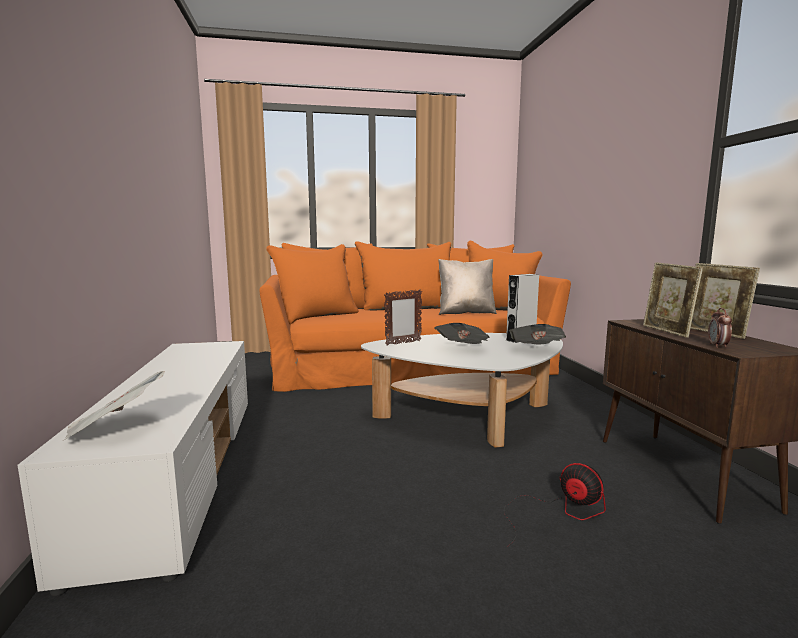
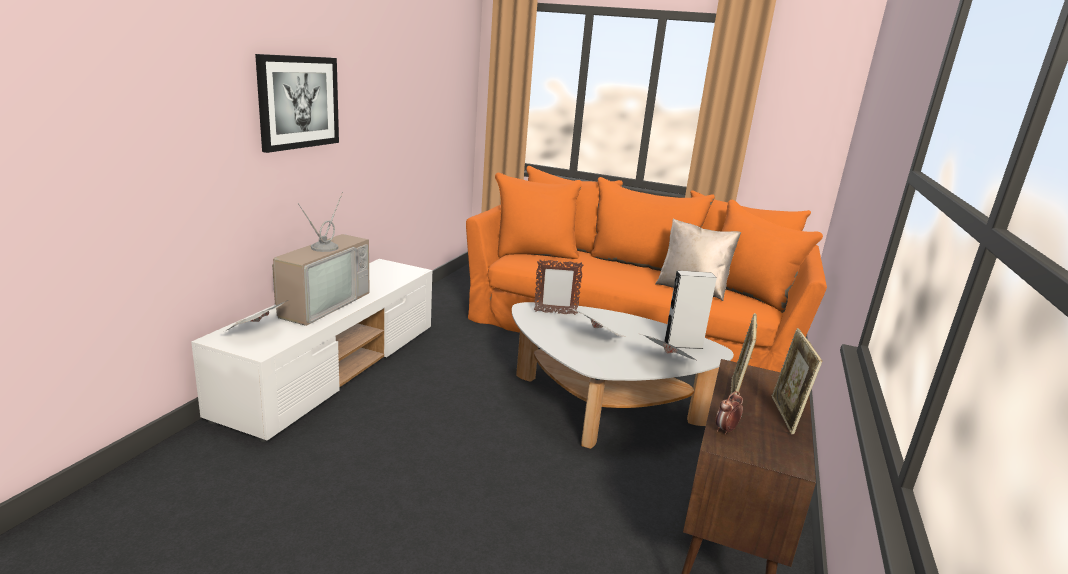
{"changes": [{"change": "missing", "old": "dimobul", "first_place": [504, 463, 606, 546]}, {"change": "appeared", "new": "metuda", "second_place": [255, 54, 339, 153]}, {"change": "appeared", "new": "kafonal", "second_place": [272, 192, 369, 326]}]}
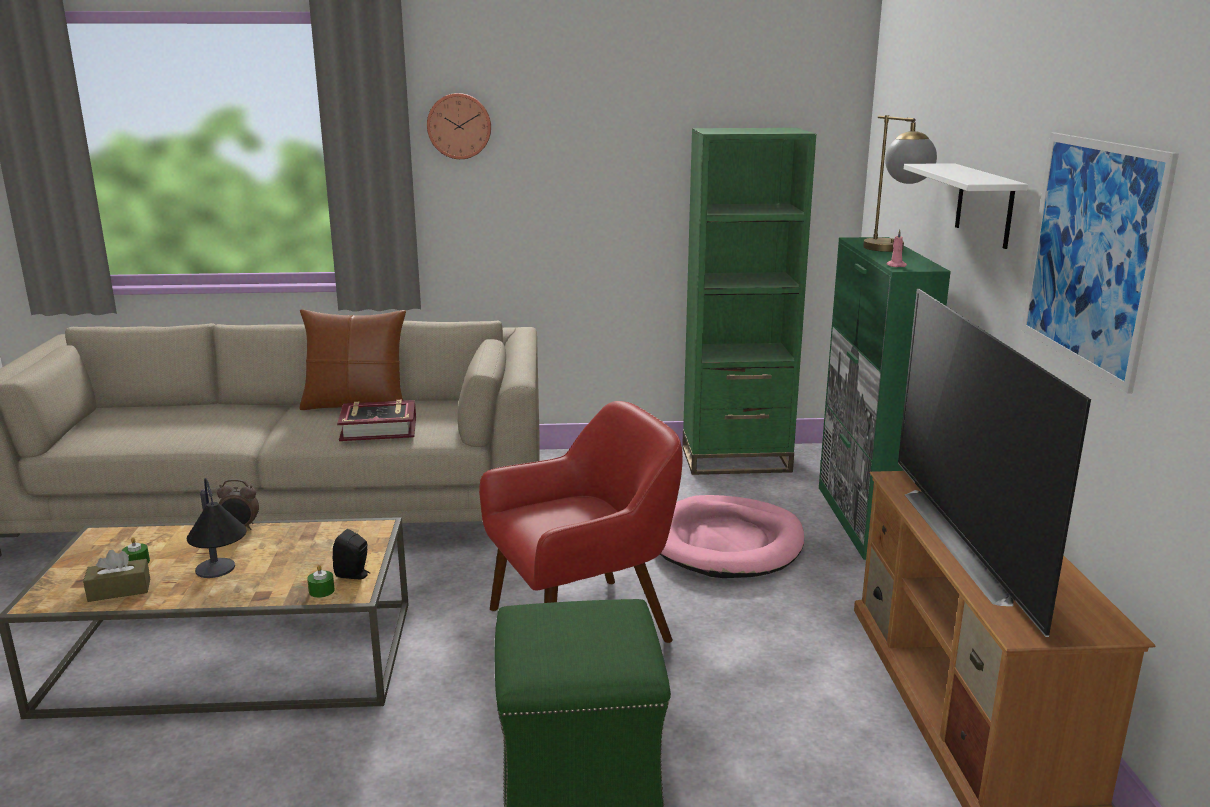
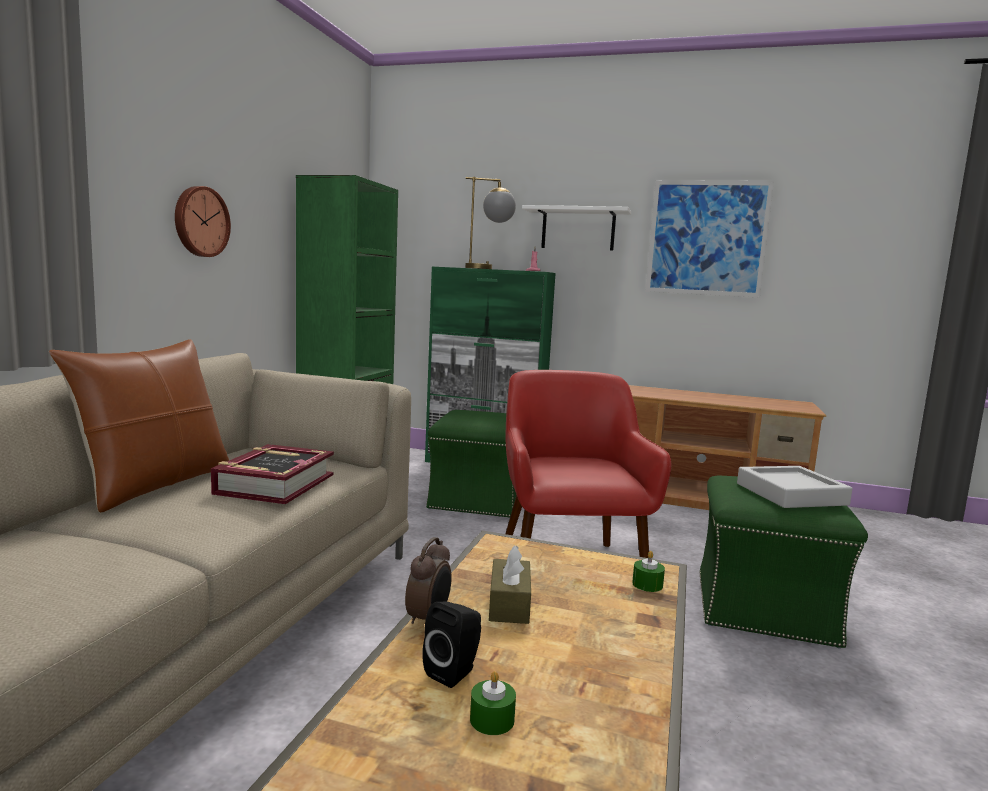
{"changes": [{"change": "relocated", "old": "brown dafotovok", "first_place": [83, 550, 150, 602], "second_place": [489, 546, 531, 624]}, {"change": "missing", "old": "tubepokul", "first_place": [187, 478, 247, 578]}, {"change": "relocated", "old": "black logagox", "first_place": [333, 529, 370, 579], "second_place": [422, 602, 481, 688]}, {"change": "relocated", "old": "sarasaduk", "first_place": [427, 93, 491, 159], "second_place": [175, 186, 231, 257]}, {"change": "exchanged", "old": "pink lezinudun", "new": "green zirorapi", "first_place": [660, 495, 804, 578], "second_place": [426, 410, 516, 518]}, {"change": "missing", "old": "kafonal", "first_place": [898, 289, 1091, 637]}, {"change": "appeared", "new": "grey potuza", "second_place": [737, 466, 852, 508]}]}
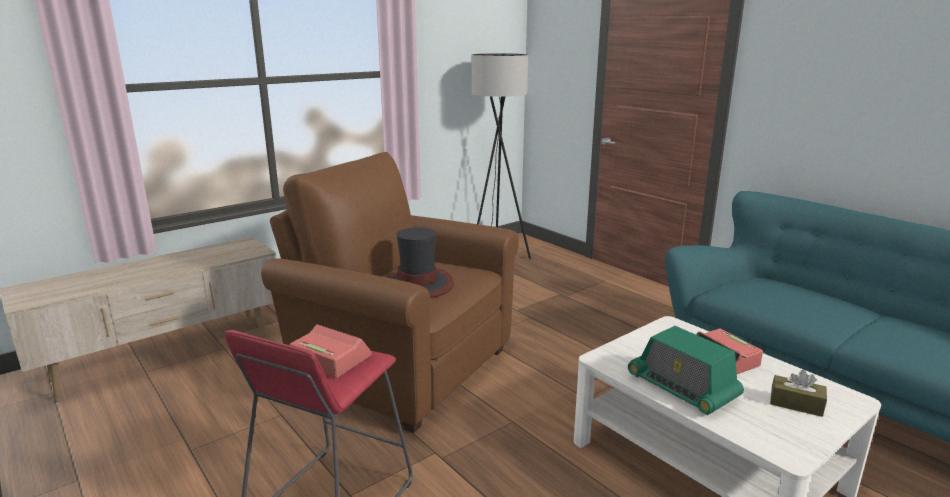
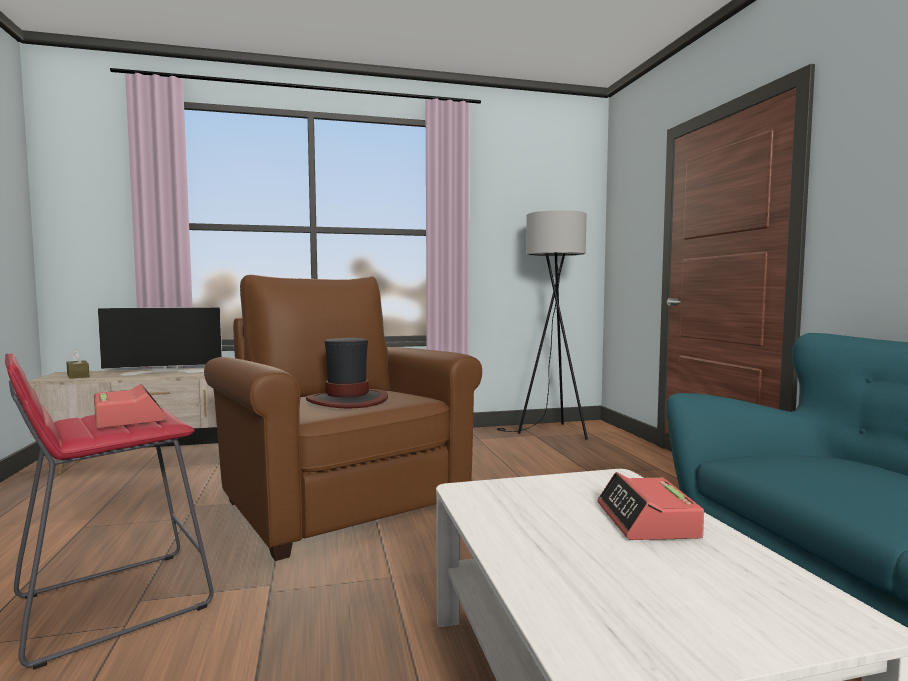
{"changes": [{"change": "missing", "old": "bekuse", "first_place": [628, 326, 744, 415]}, {"change": "relocated", "old": "brown dafotovok", "first_place": [770, 370, 827, 417], "second_place": [66, 350, 89, 379]}, {"change": "appeared", "new": "kafonal", "second_place": [97, 307, 222, 376]}]}
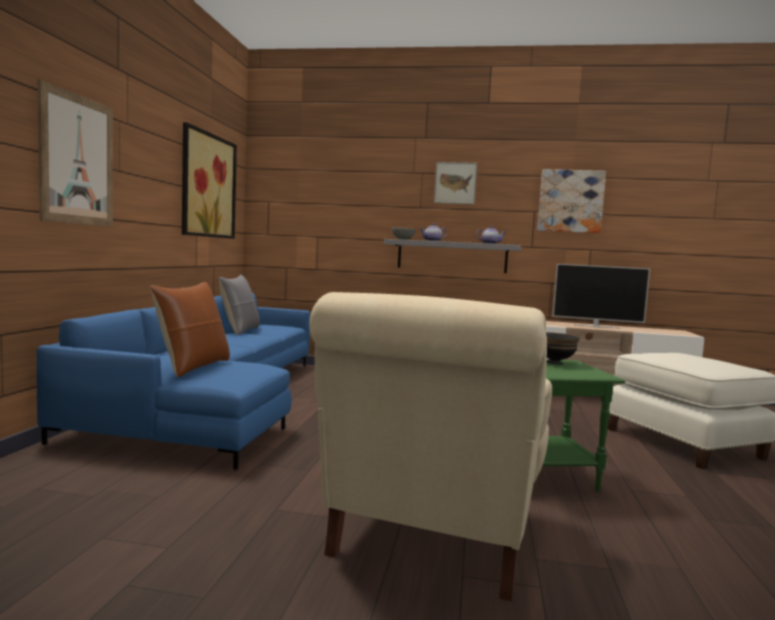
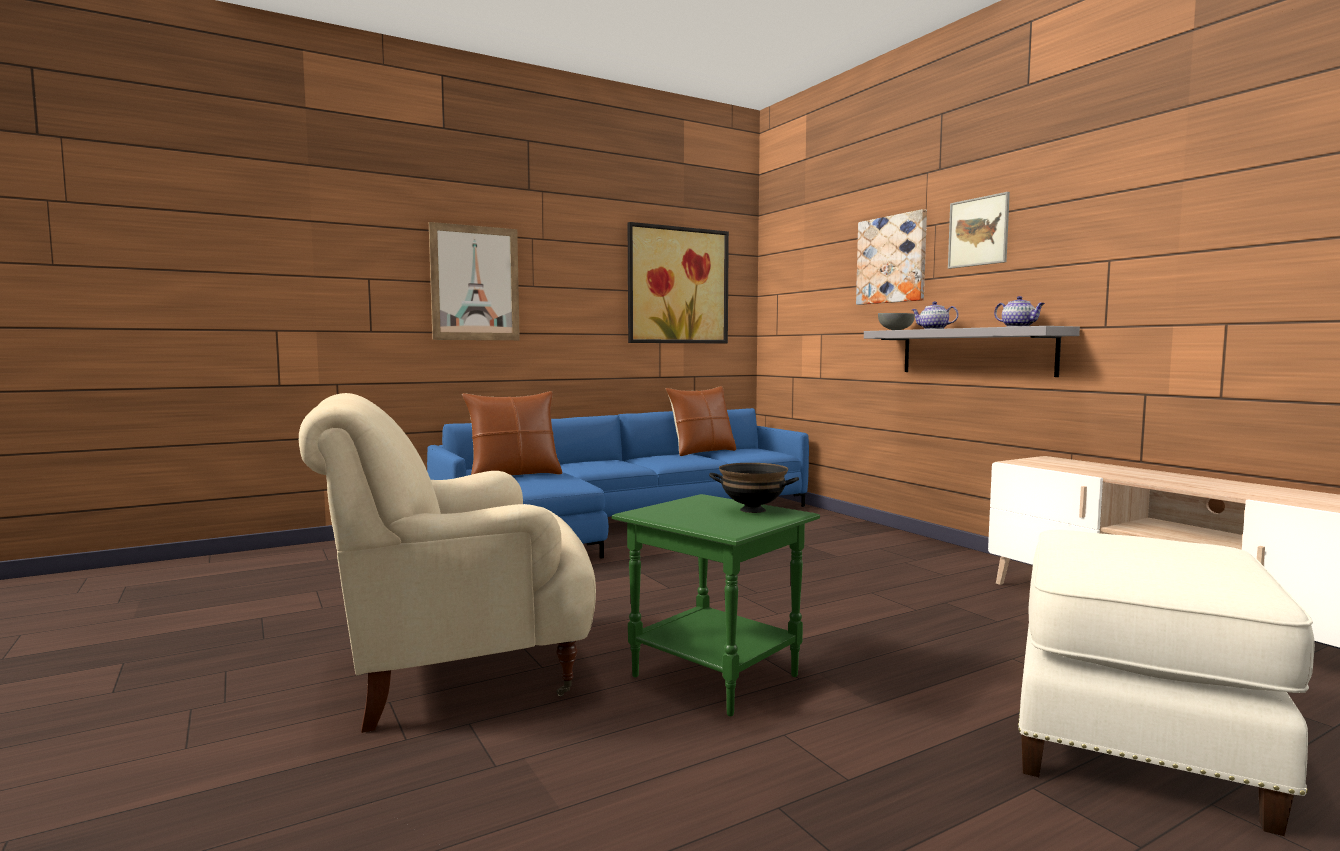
{"changes": [{"change": "colour", "old": "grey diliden", "new": "brown diliden", "first_place": [219, 275, 260, 335], "second_place": [666, 386, 736, 456]}, {"change": "relocated", "old": "metuda", "first_place": [537, 169, 606, 233], "second_place": [856, 209, 927, 305]}, {"change": "missing", "old": "kafonal", "first_place": [553, 264, 650, 329]}]}
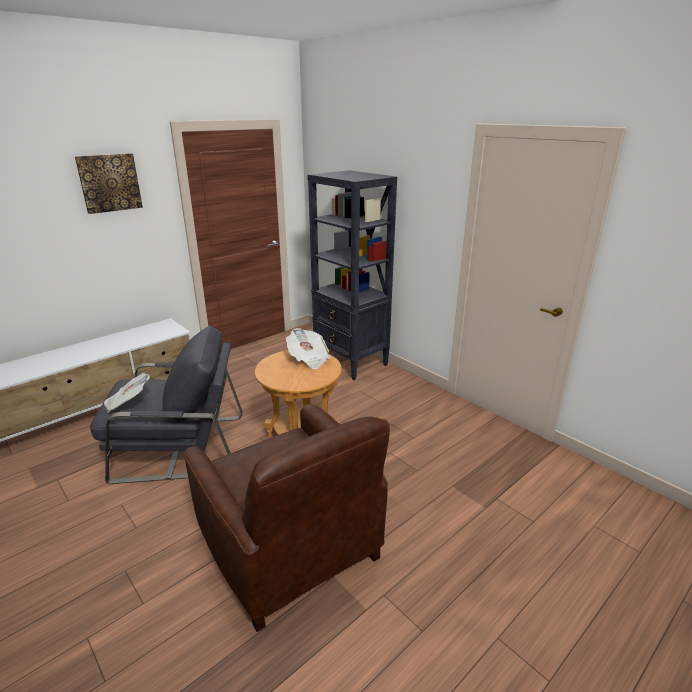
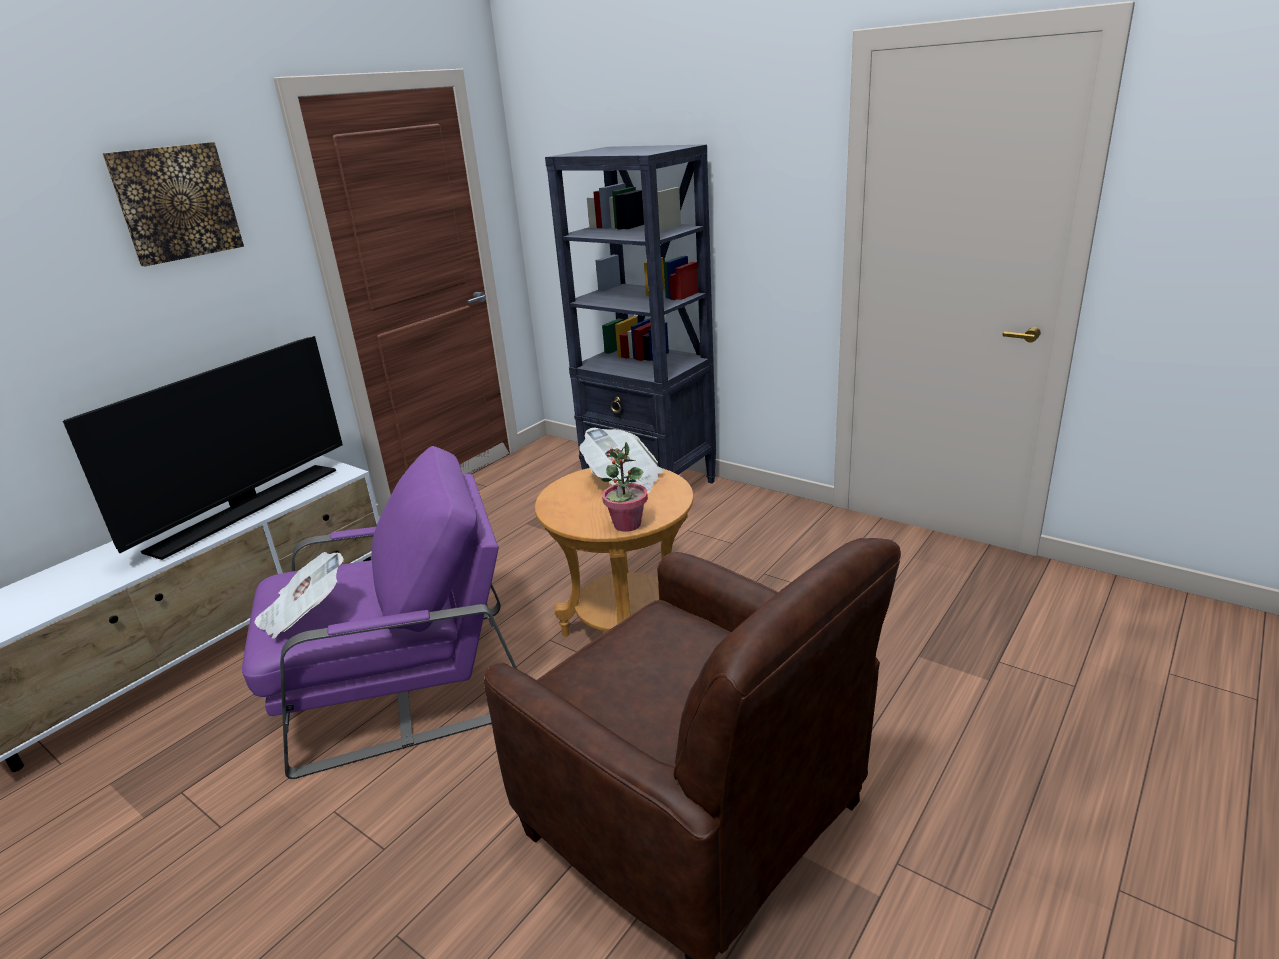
{"changes": [{"change": "colour", "old": "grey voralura", "new": "purple voralura", "first_place": [90, 326, 242, 484], "second_place": [242, 446, 517, 779]}, {"change": "appeared", "new": "kafonal", "second_place": [63, 336, 343, 560]}, {"change": "appeared", "new": "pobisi", "second_place": [601, 442, 648, 532]}]}
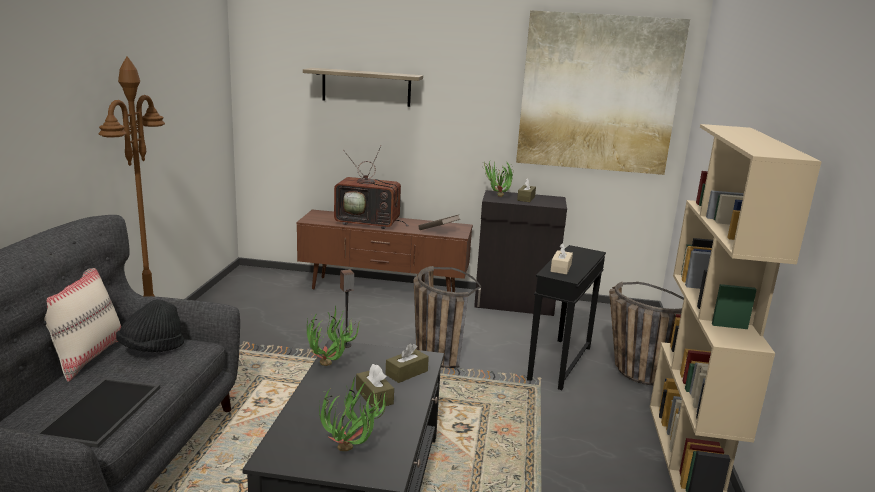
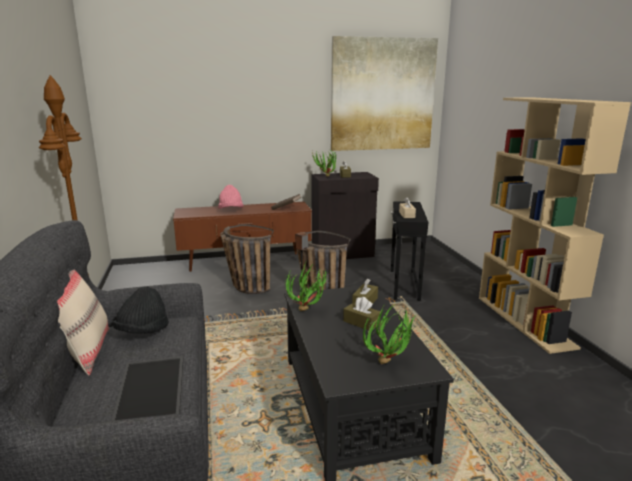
{"changes": [{"change": "missing", "old": "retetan", "first_place": [303, 68, 423, 107]}, {"change": "exchanged", "old": "kafonal", "new": "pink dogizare", "first_place": [334, 145, 409, 229], "second_place": [218, 185, 243, 209]}, {"change": "relocated", "old": "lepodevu", "first_place": [609, 282, 684, 385], "second_place": [220, 224, 274, 294]}]}
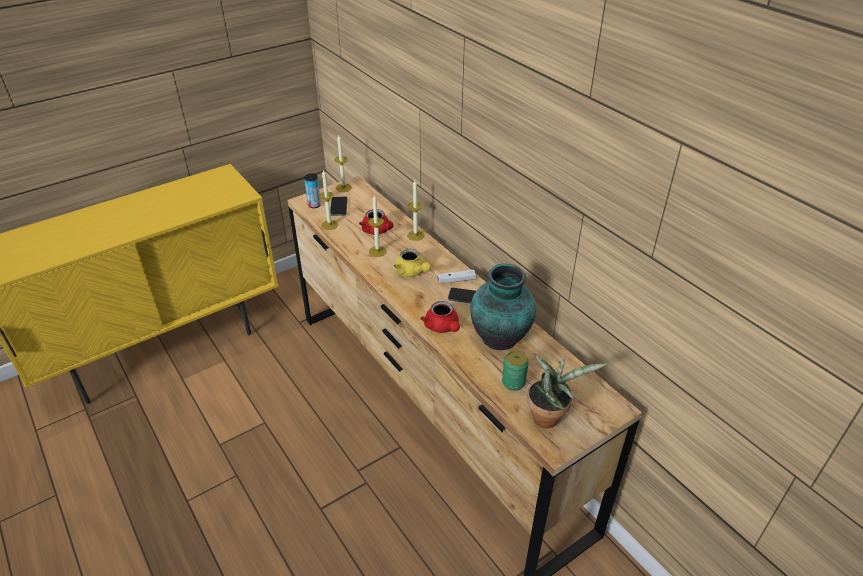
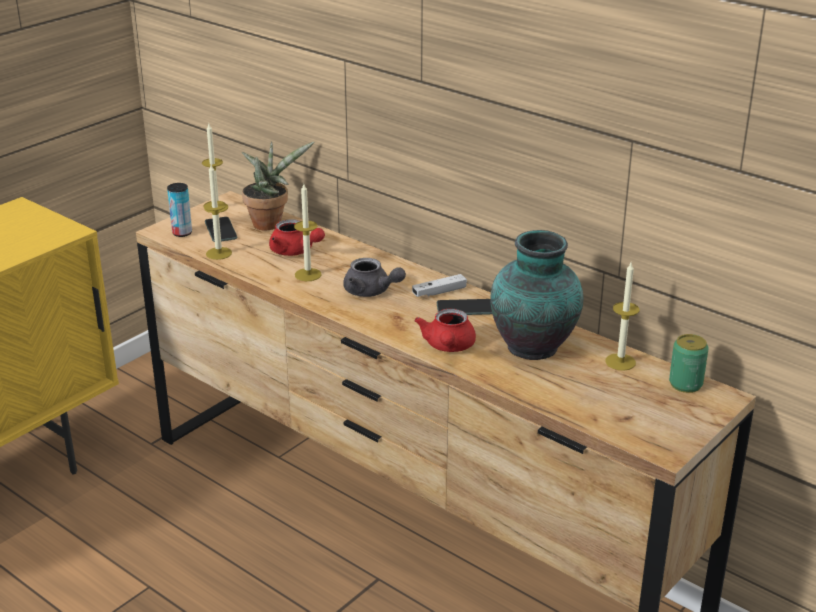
{"changes": [{"change": "colour", "old": "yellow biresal", "new": "grey biresal", "first_place": [393, 249, 431, 277], "second_place": [343, 258, 406, 297]}, {"change": "relocated", "old": "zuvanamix", "first_place": [407, 180, 424, 241], "second_place": [605, 263, 639, 371]}, {"change": "spun", "old": "red biresal", "first_place": [421, 301, 460, 333], "second_place": [415, 309, 476, 352], "degrees": 45}, {"change": "relocated", "old": "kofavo", "first_place": [502, 350, 529, 391], "second_place": [669, 334, 709, 393]}, {"change": "relocated", "old": "pobisi", "first_place": [527, 353, 607, 429], "second_place": [242, 141, 314, 231]}]}
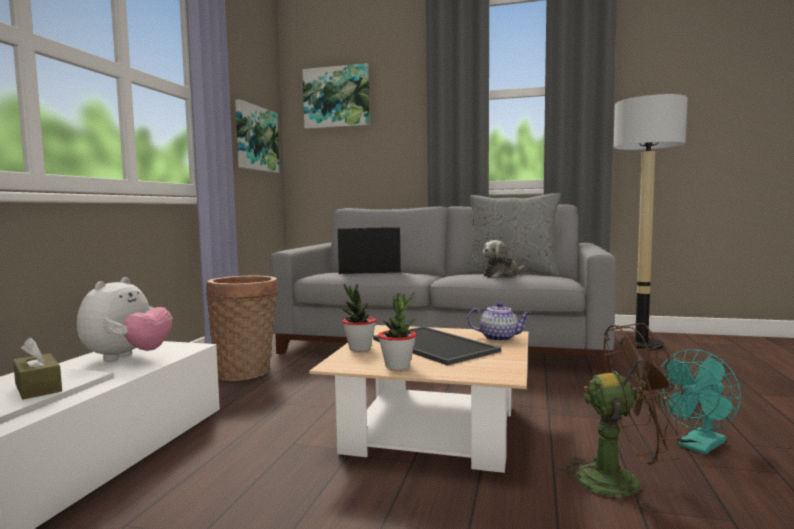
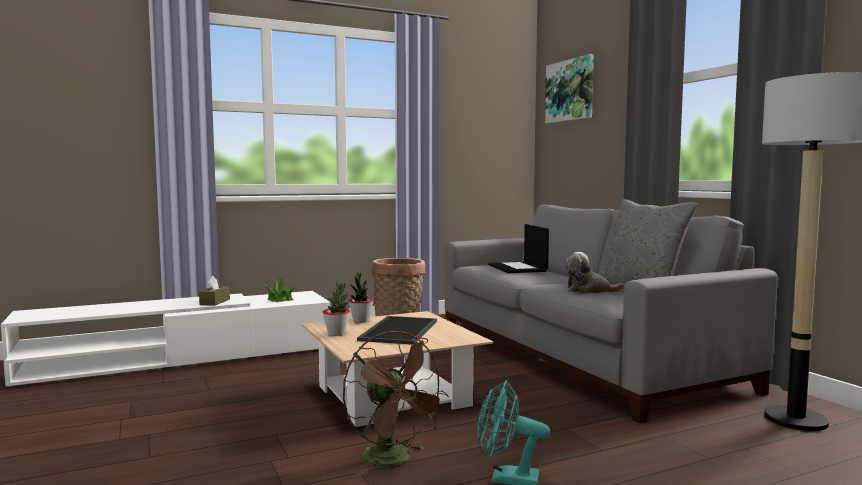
{"changes": [{"change": "exchanged", "old": "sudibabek", "new": "pobisi", "first_place": [77, 277, 173, 362], "second_place": [260, 276, 297, 302]}, {"change": "missing", "old": "metuda", "first_place": [235, 99, 280, 173]}, {"change": "spun", "old": "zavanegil", "first_place": [338, 227, 401, 274], "second_place": [488, 224, 549, 273], "degrees": -150}, {"change": "missing", "old": "biresal", "first_place": [468, 302, 531, 341]}]}
